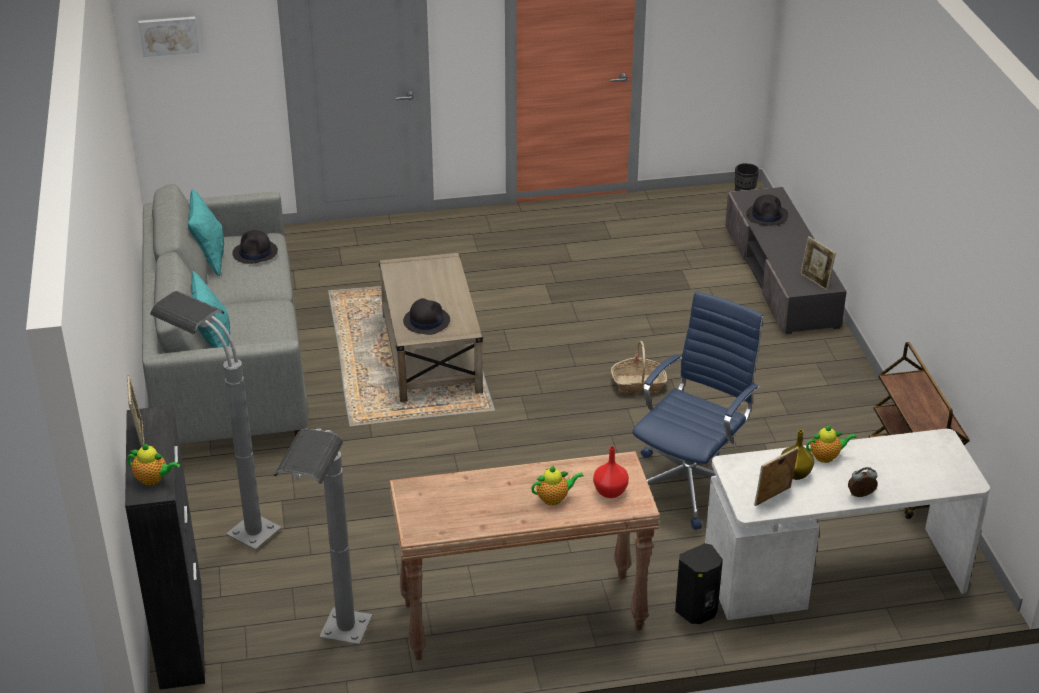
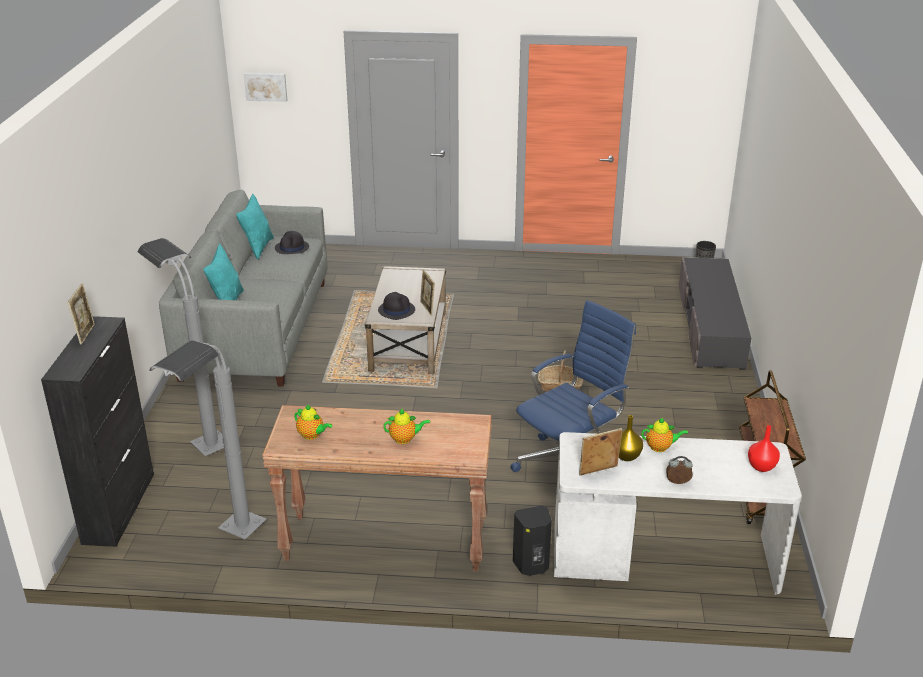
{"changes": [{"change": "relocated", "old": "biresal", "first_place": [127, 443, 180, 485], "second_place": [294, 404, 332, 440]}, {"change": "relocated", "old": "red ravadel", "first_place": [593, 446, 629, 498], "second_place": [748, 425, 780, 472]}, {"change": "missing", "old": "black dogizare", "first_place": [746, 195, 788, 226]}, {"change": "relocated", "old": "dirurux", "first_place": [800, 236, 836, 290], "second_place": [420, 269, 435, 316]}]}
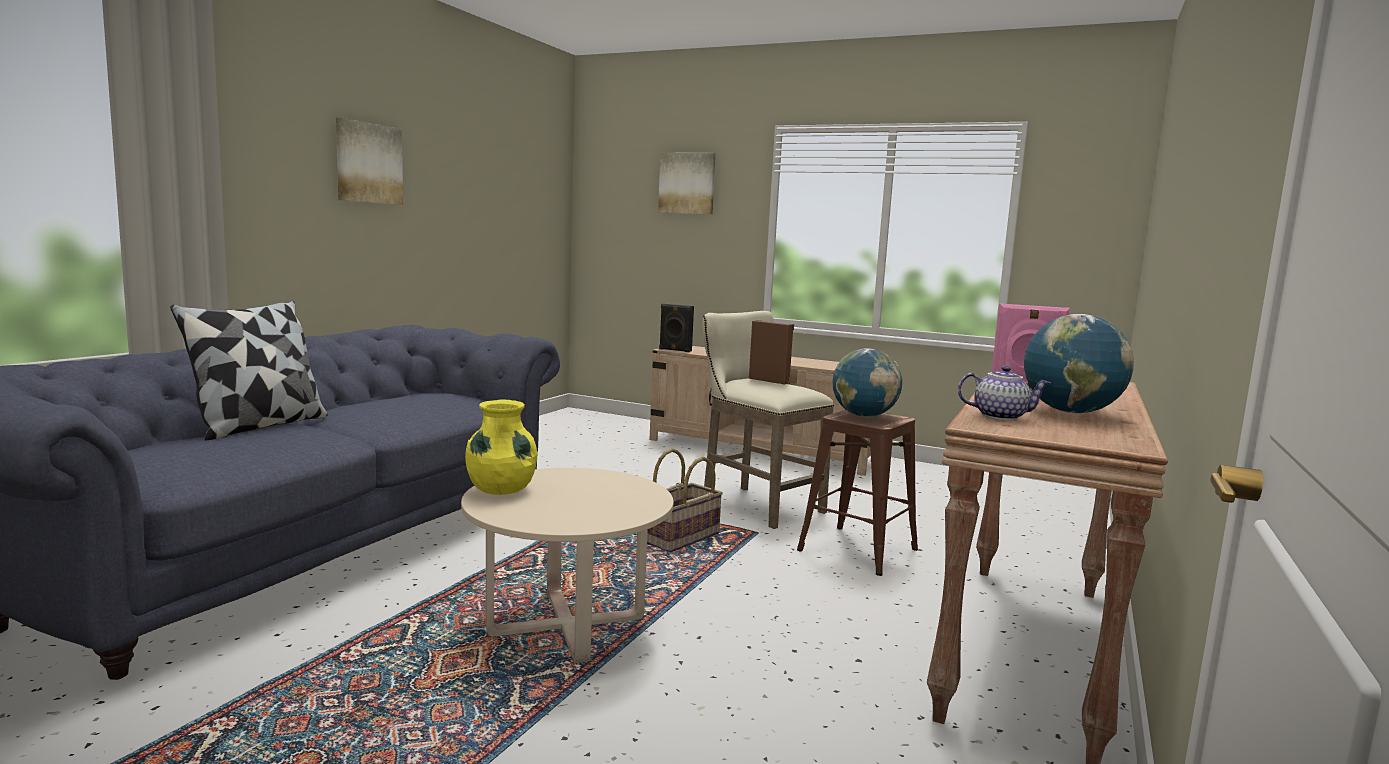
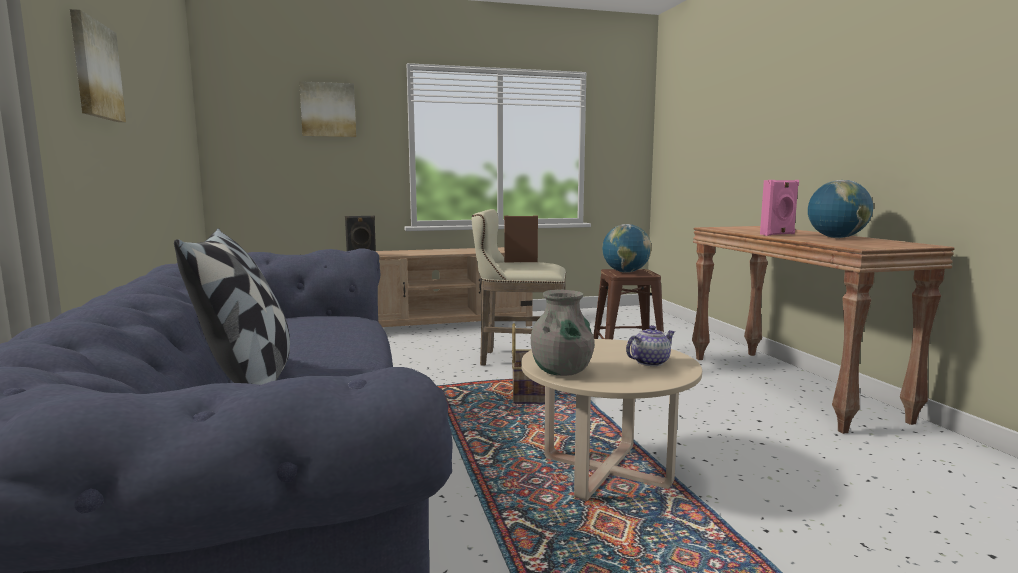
{"changes": [{"change": "colour", "old": "yellow ravadel", "new": "grey ravadel", "first_place": [465, 400, 537, 495], "second_place": [531, 290, 595, 376]}, {"change": "relocated", "old": "biresal", "first_place": [958, 366, 1050, 420], "second_place": [626, 325, 675, 366]}]}
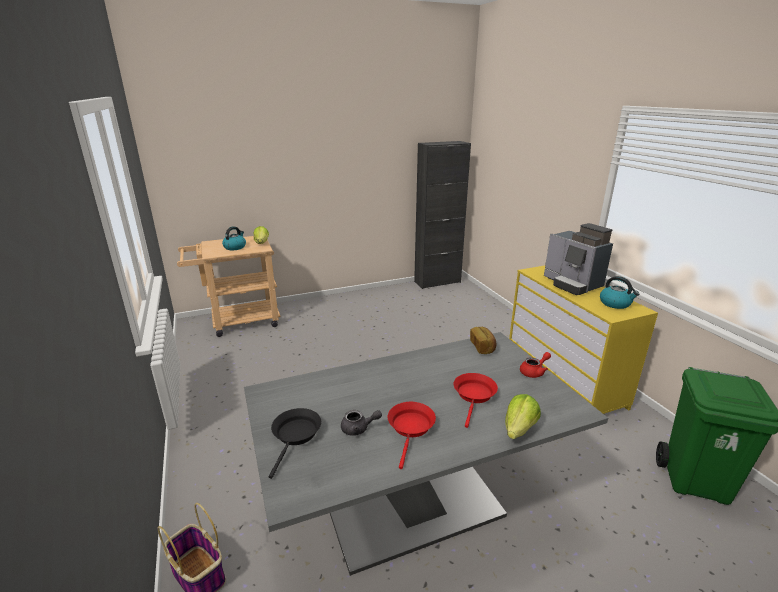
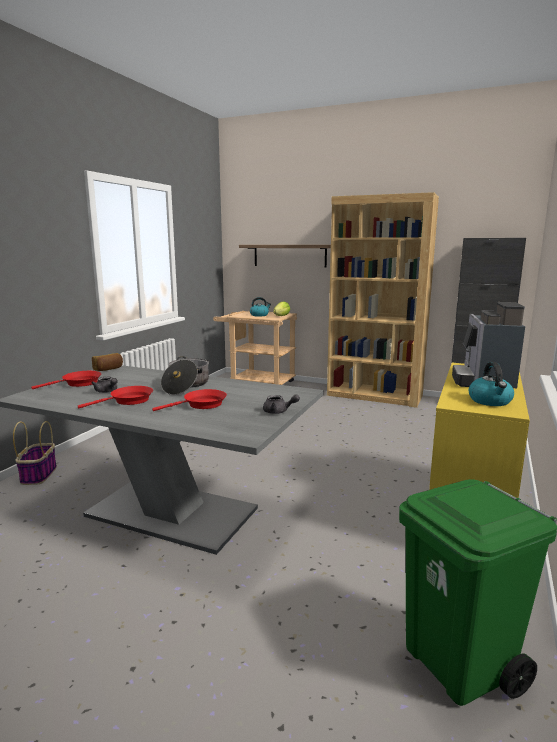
{"changes": [{"change": "colour", "old": "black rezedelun", "new": "red rezedelun", "first_place": [269, 408, 321, 479], "second_place": [31, 371, 101, 389]}, {"change": "relocated", "old": "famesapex", "first_place": [470, 327, 496, 354], "second_place": [92, 353, 123, 371]}, {"change": "missing", "old": "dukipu", "first_place": [505, 394, 541, 439]}, {"change": "colour", "old": "red biresal", "new": "grey biresal", "first_place": [520, 352, 551, 378], "second_place": [263, 394, 300, 414]}, {"change": "appeared", "new": "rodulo", "second_place": [161, 356, 209, 395]}, {"change": "appeared", "new": "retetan", "second_place": [239, 245, 331, 267]}, {"change": "appeared", "new": "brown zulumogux", "second_place": [327, 192, 439, 408]}]}
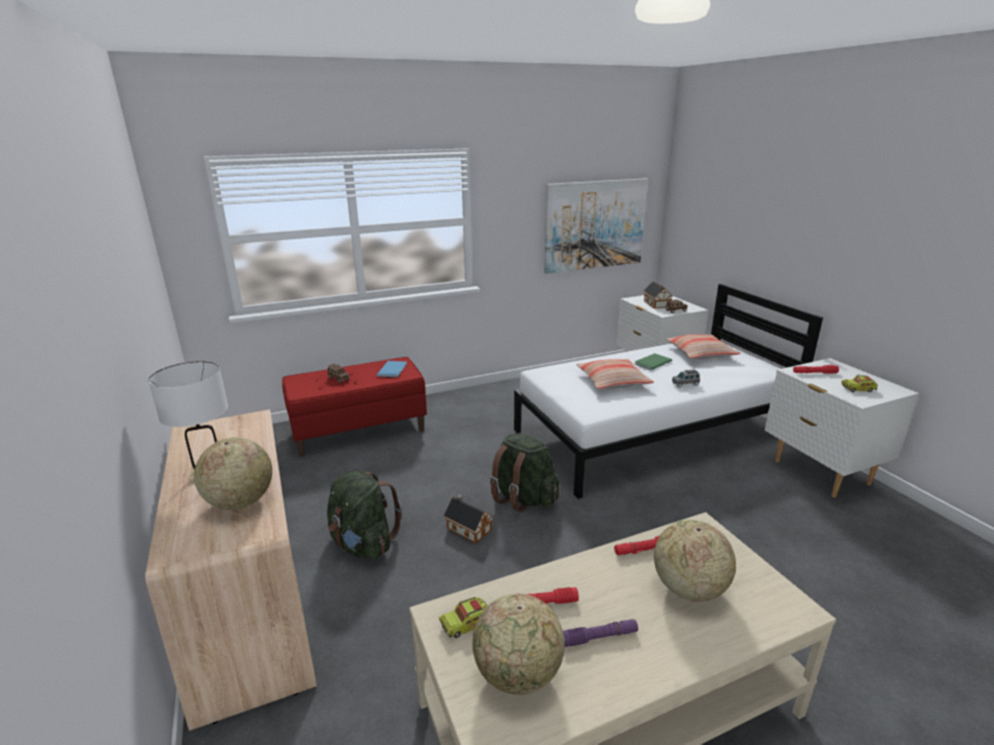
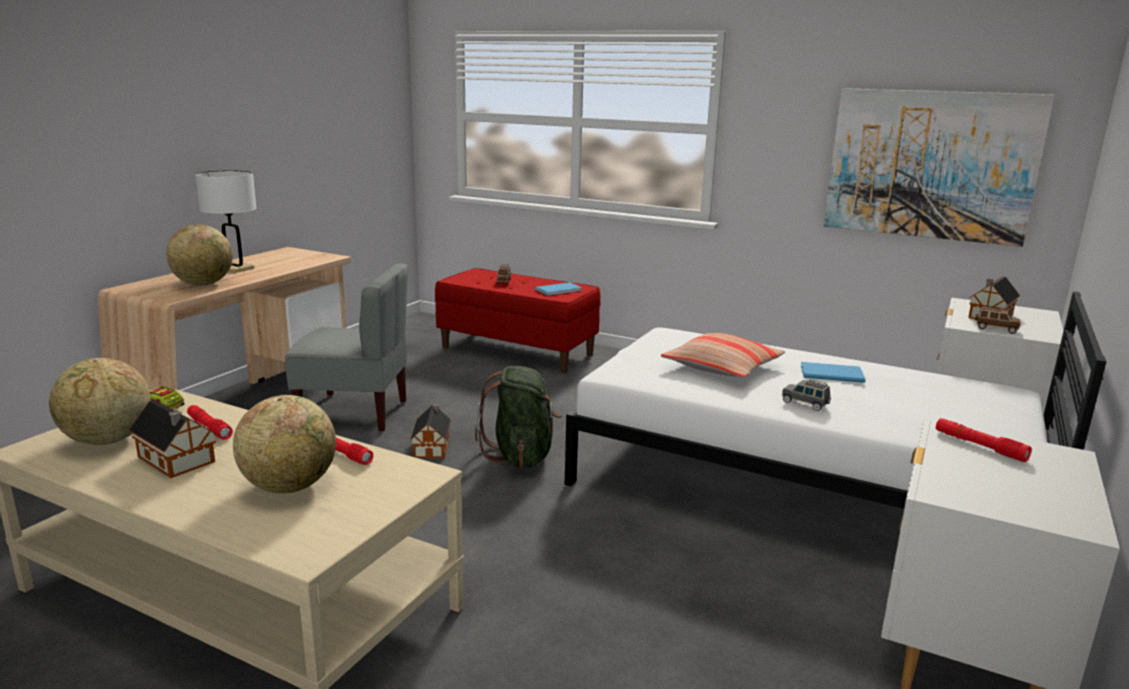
{"changes": [{"change": "exchanged", "old": "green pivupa", "new": "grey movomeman", "first_place": [327, 470, 402, 560], "second_place": [285, 263, 408, 432]}, {"change": "exchanged", "old": "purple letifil", "new": "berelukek", "first_place": [563, 619, 638, 647], "second_place": [129, 400, 216, 478]}, {"change": "colour", "old": "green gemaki", "new": "blue gemaki", "first_place": [635, 353, 672, 370], "second_place": [801, 362, 865, 383]}, {"change": "missing", "old": "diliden", "first_place": [666, 334, 741, 359]}, {"change": "missing", "old": "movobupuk", "first_place": [841, 373, 878, 392]}]}
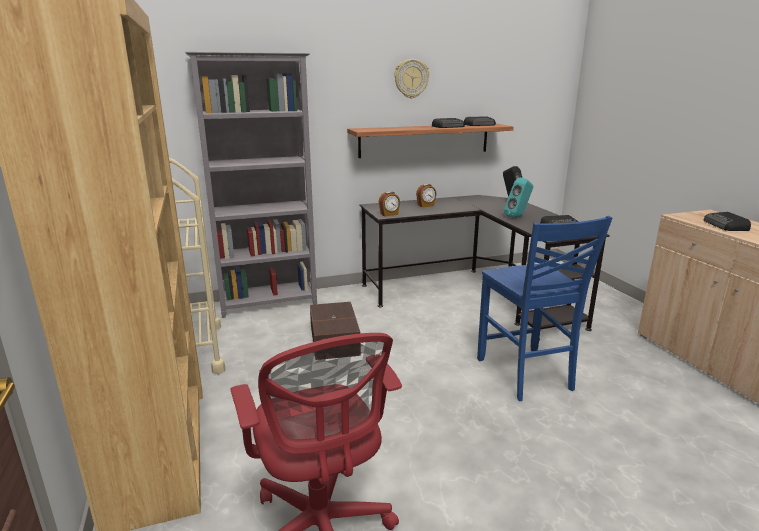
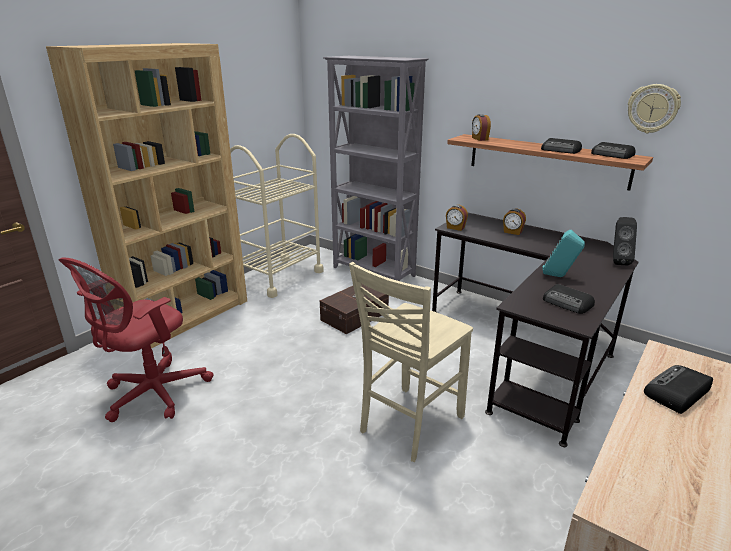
{"changes": [{"change": "relocated", "old": "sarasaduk", "first_place": [395, 59, 429, 98], "second_place": [628, 84, 681, 133]}, {"change": "colour", "old": "blue movomeman", "new": "beige movomeman", "first_place": [477, 216, 612, 401], "second_place": [349, 262, 473, 462]}, {"change": "appeared", "new": "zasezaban", "second_place": [472, 114, 491, 141]}]}
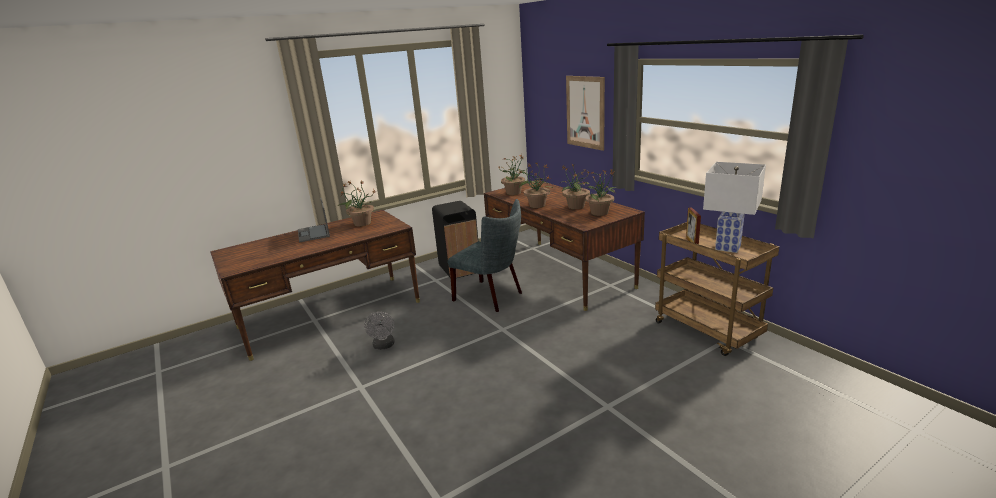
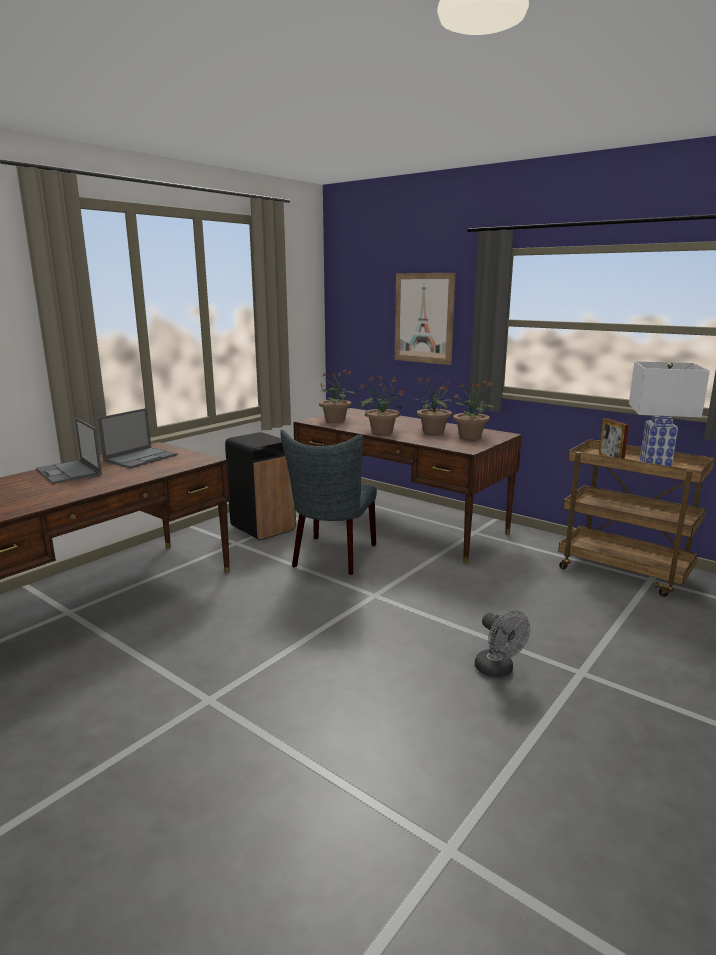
{"changes": [{"change": "exchanged", "old": "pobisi", "new": "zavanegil", "first_place": [339, 180, 377, 226], "second_place": [98, 408, 178, 468]}, {"change": "relocated", "old": "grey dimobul", "first_place": [364, 312, 395, 350], "second_place": [475, 610, 530, 678]}, {"change": "spun", "old": "grey movomeman", "first_place": [448, 199, 522, 312], "second_place": [280, 430, 377, 575], "degrees": 90}]}
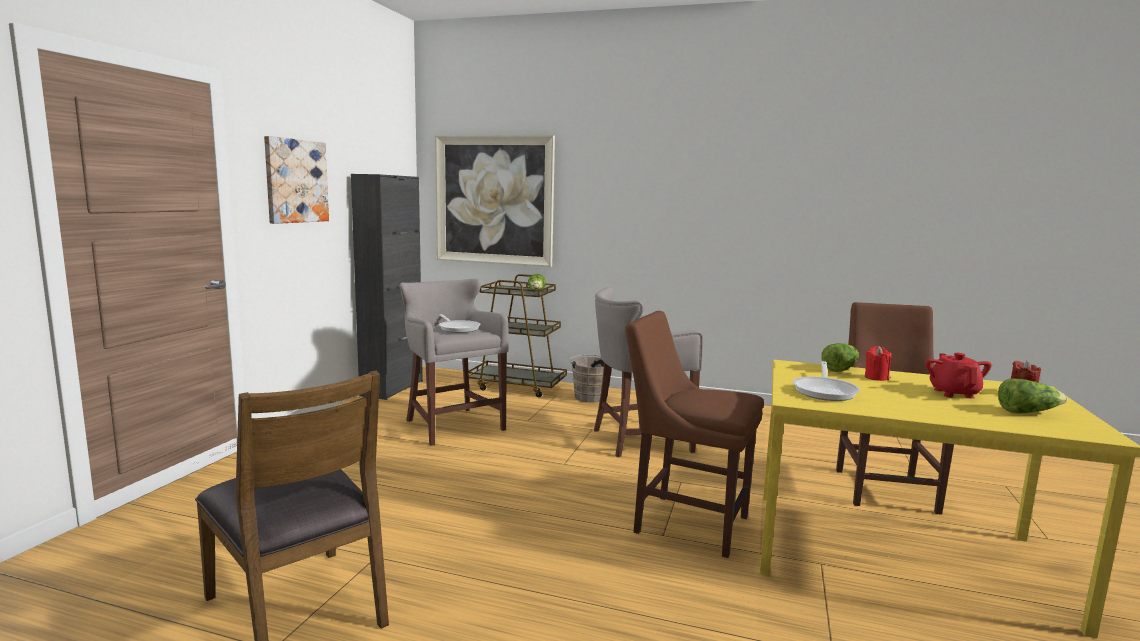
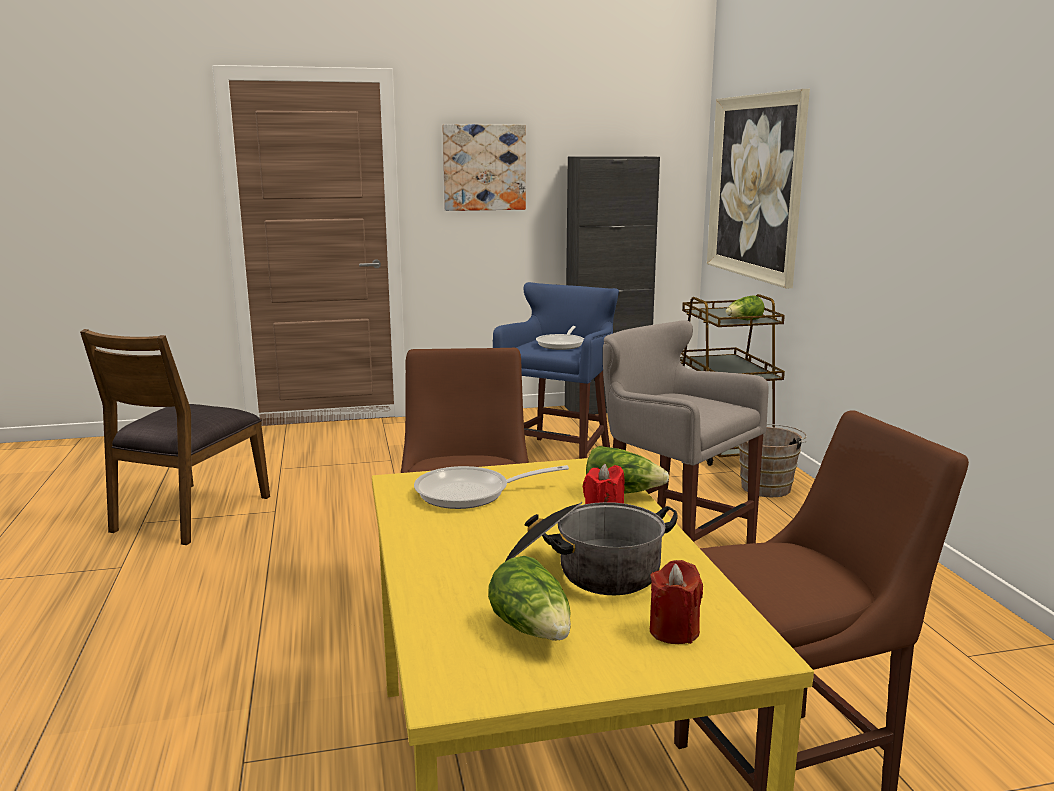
{"changes": [{"change": "colour", "old": "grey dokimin", "new": "blue dokimin", "first_place": [400, 278, 508, 446], "second_place": [493, 282, 619, 459]}, {"change": "exchanged", "old": "red biresal", "new": "rodulo", "first_place": [925, 353, 992, 399], "second_place": [505, 502, 677, 595]}]}
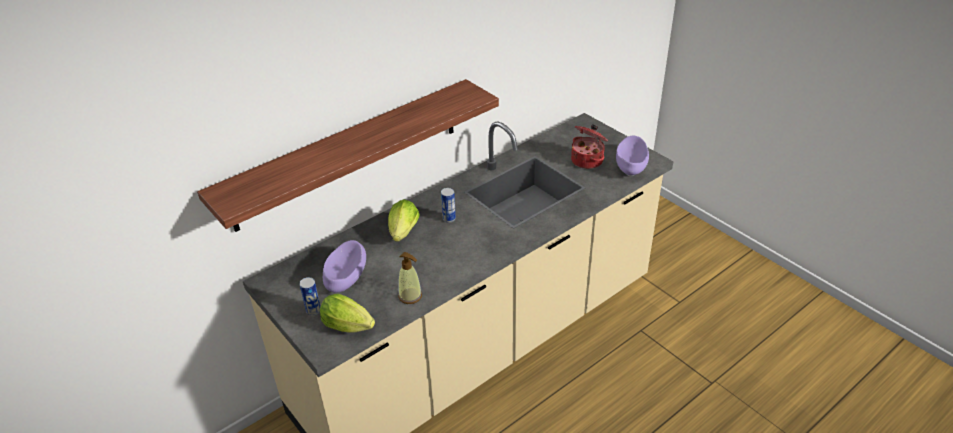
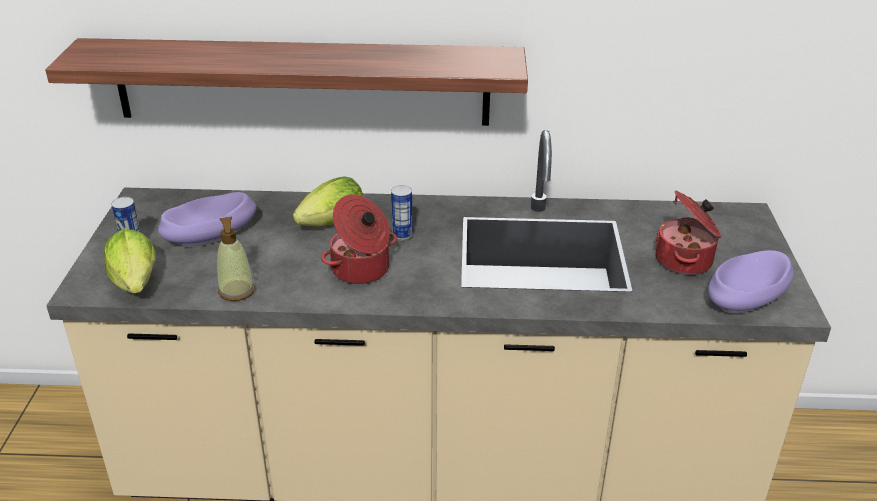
{"changes": [{"change": "appeared", "new": "rodulo", "second_place": [321, 194, 397, 284]}]}
